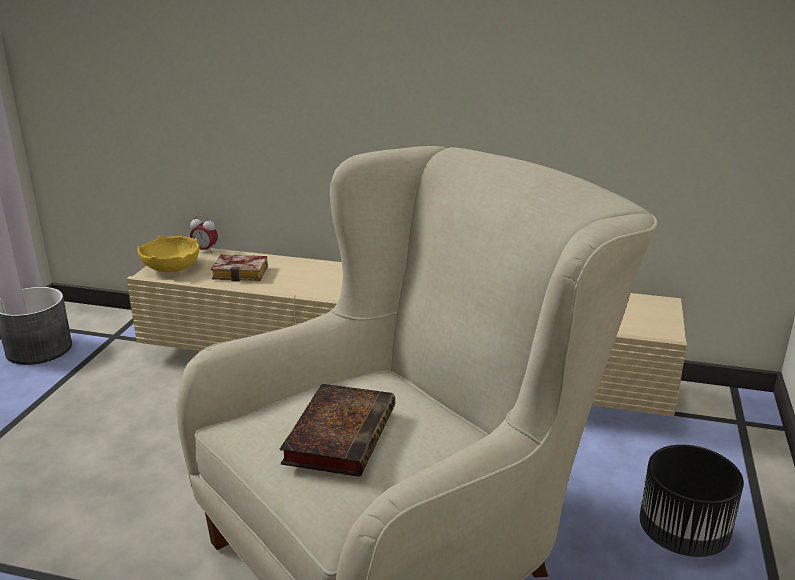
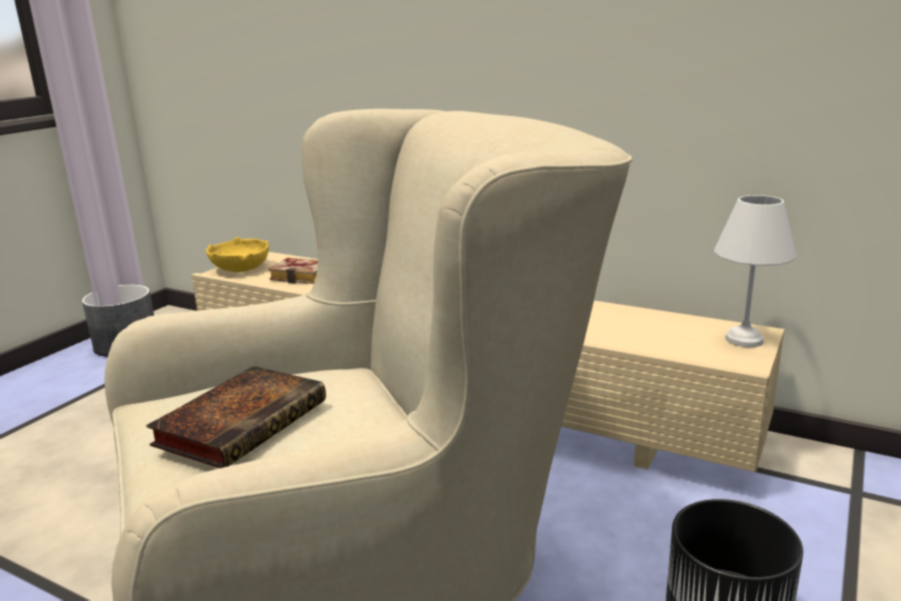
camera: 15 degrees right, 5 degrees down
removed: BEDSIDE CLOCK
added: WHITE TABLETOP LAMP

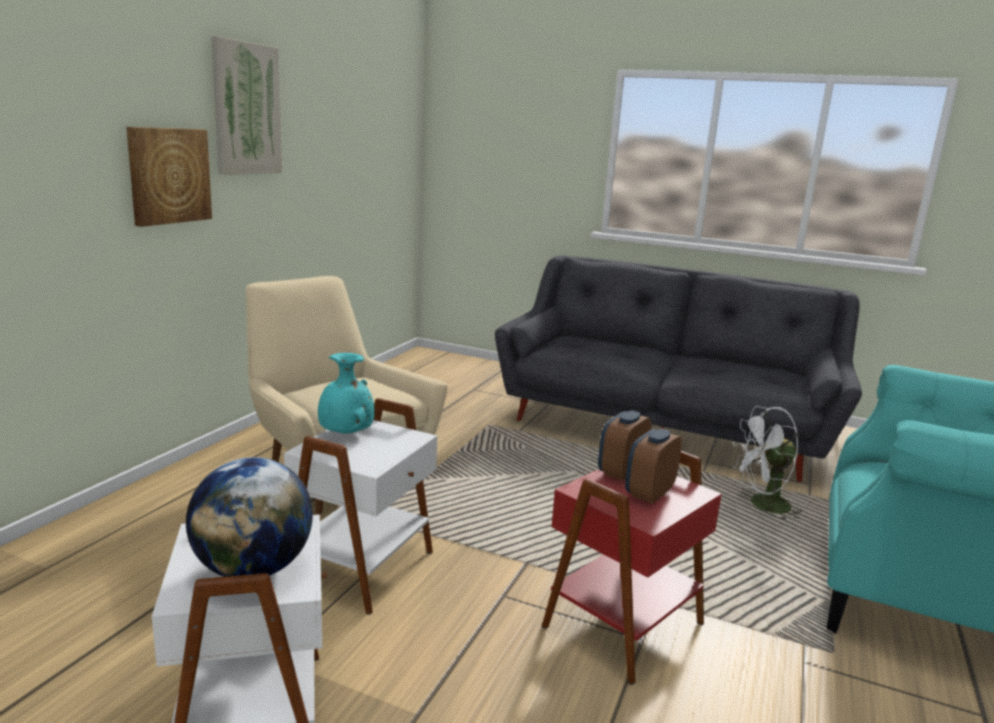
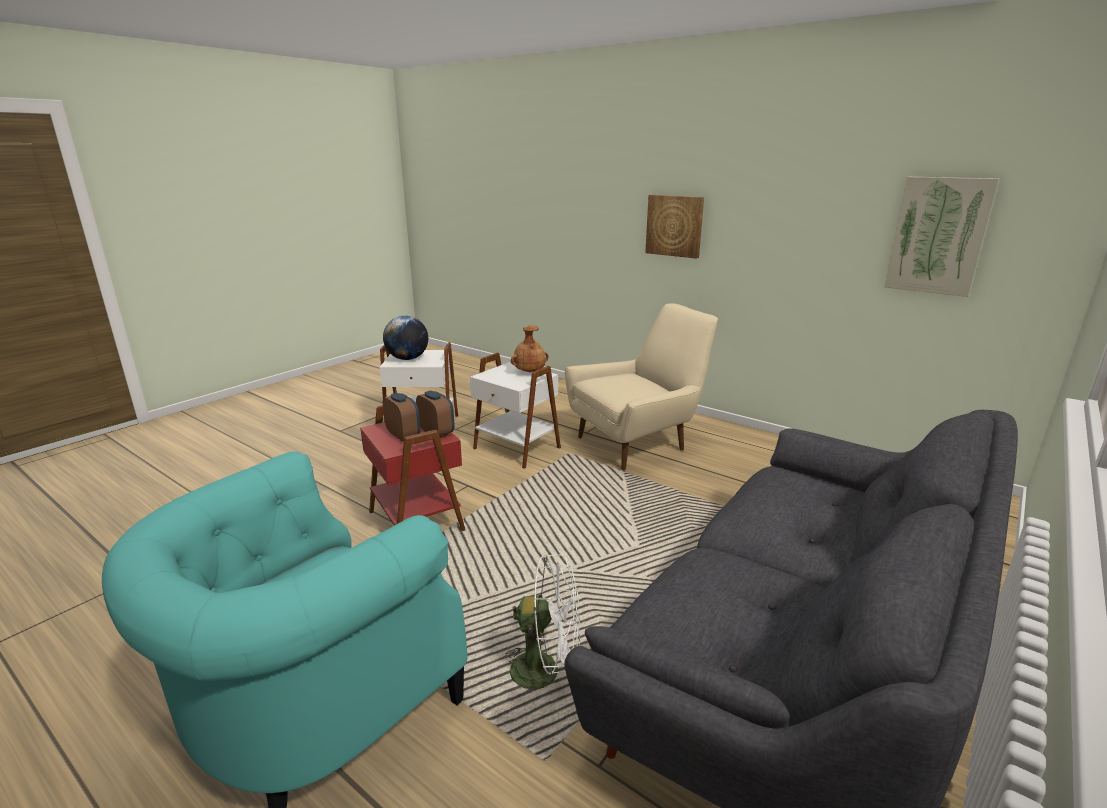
camera: 105 degrees right, 5 degrees up
moved: PICTURE (2nd from left)
recoloured: BLUE-GREEN DECORATIVE VASE to BROWN DECORATIVE VASE
turned: WHITE FAN 90 degrees clockwise

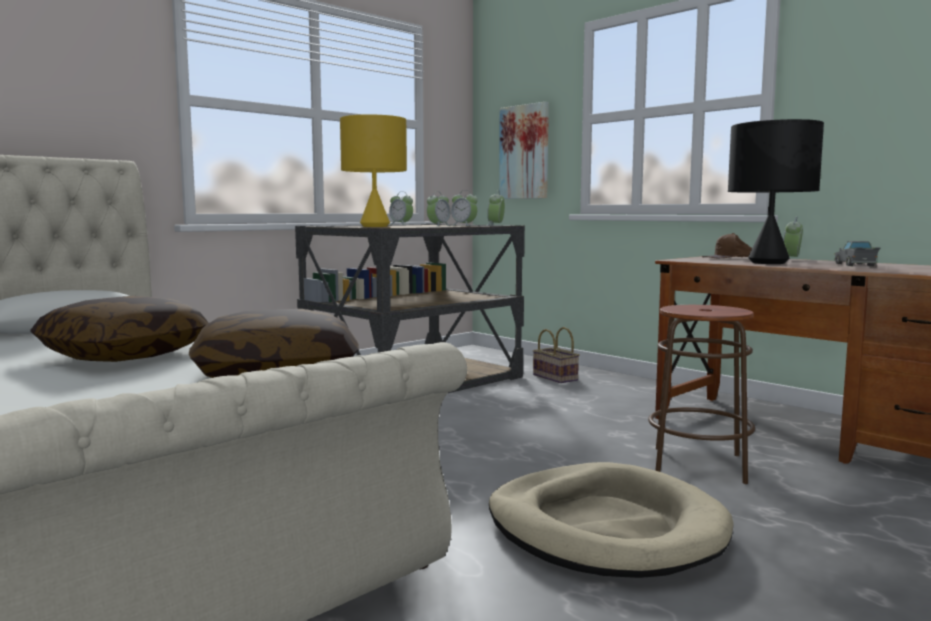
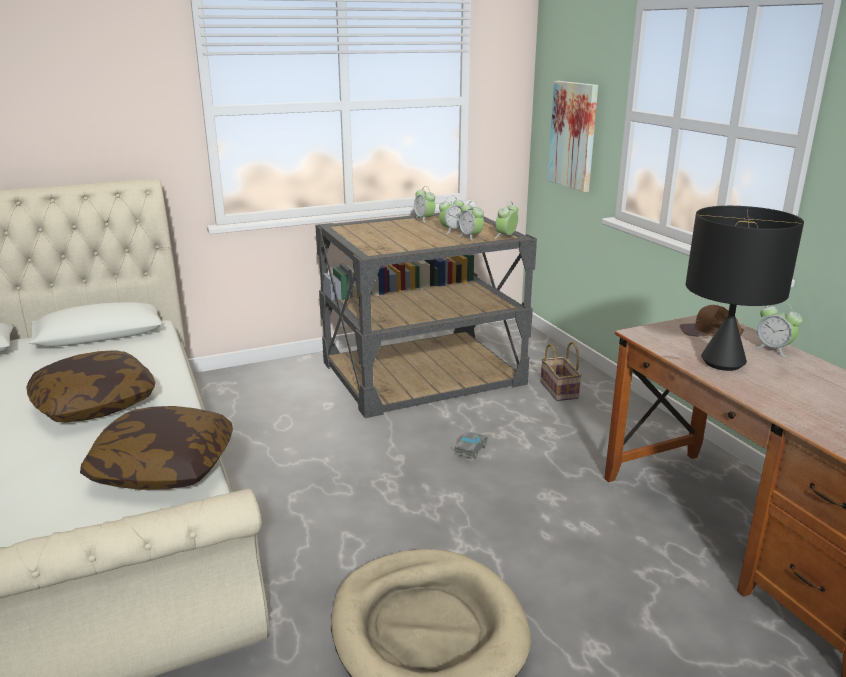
camera: 20 degrees right, 15 degrees up
removed: YELLOW-COLOURED TABLETOP LAMP; BROWN SITTING STOOL
moved: GREYISH MINIATURE CAR
turned: BEDSIDE CLOCK (5th from left) 90 degrees counterclockwise

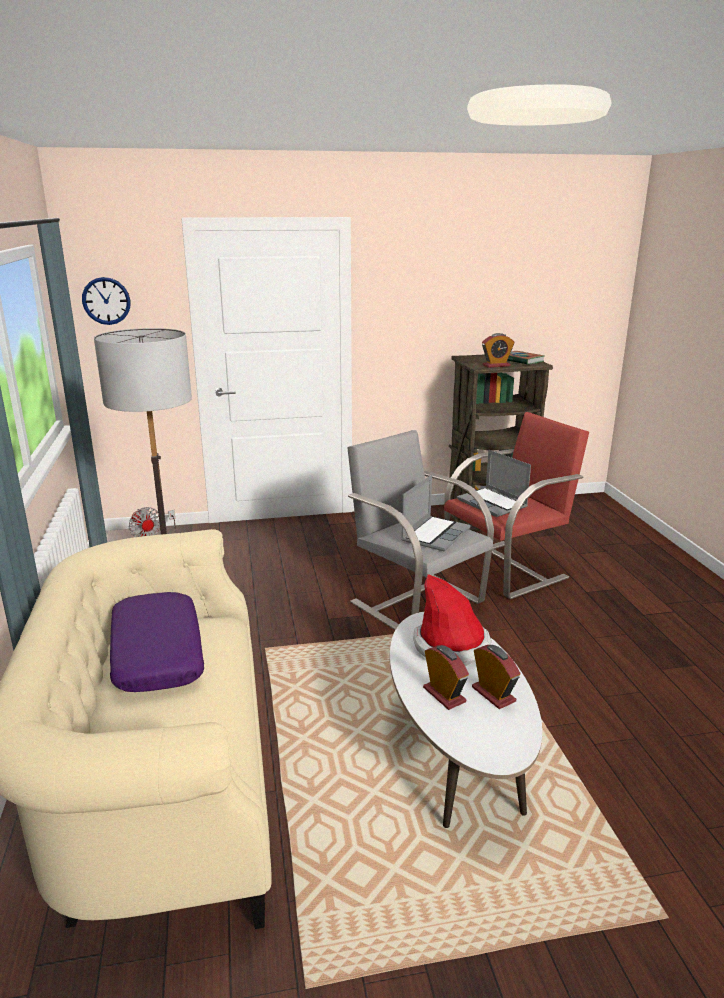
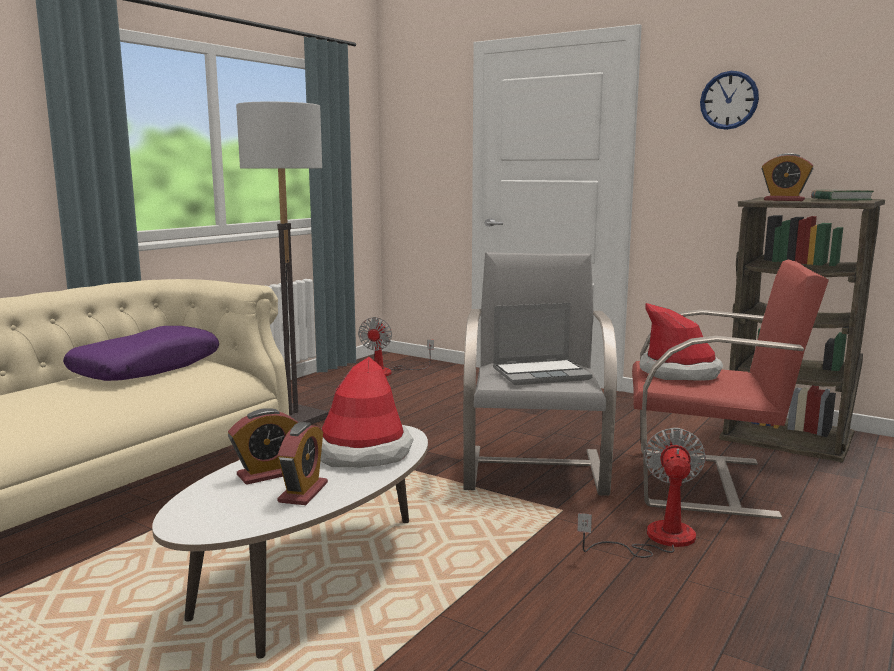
camera: 45 degrees right, 10 degrees down
added: FAN (2nd from left)
moved: CLOCK ON THE WALL
replaced: PORTABLE COMPUTER (2nd from left) to CLOTHING HAT (2nd from left)
turned: BEDSIDE CLOCK (1st from left) 45 degrees clockwise

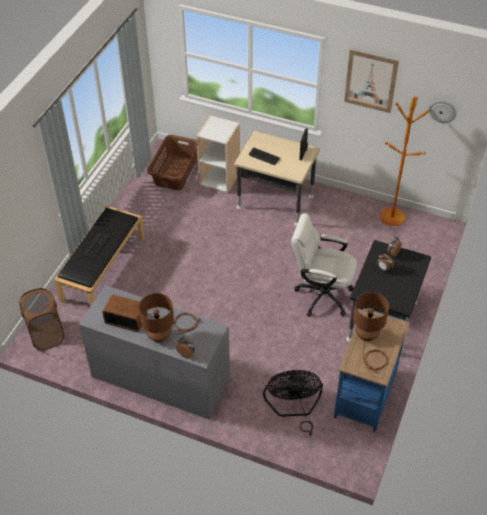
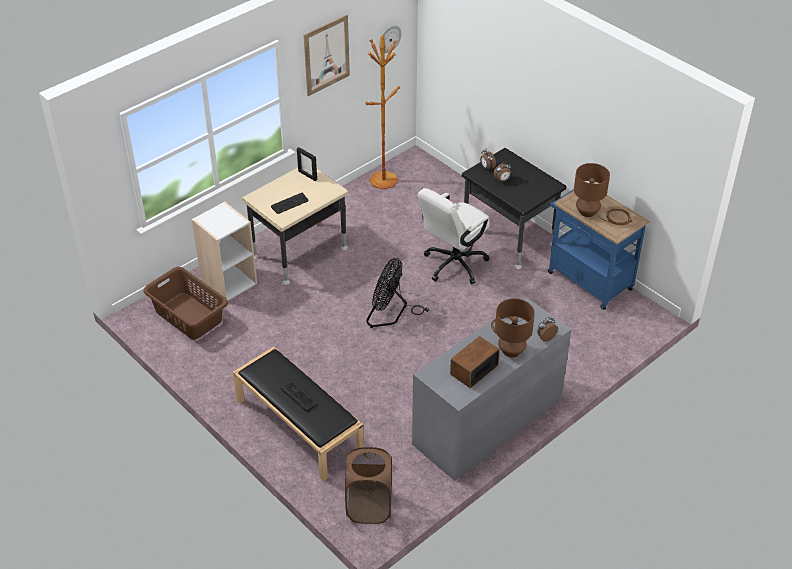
camera: 65 degrees left, 5 degrees down
moved: BLACK-COLOURED FAN

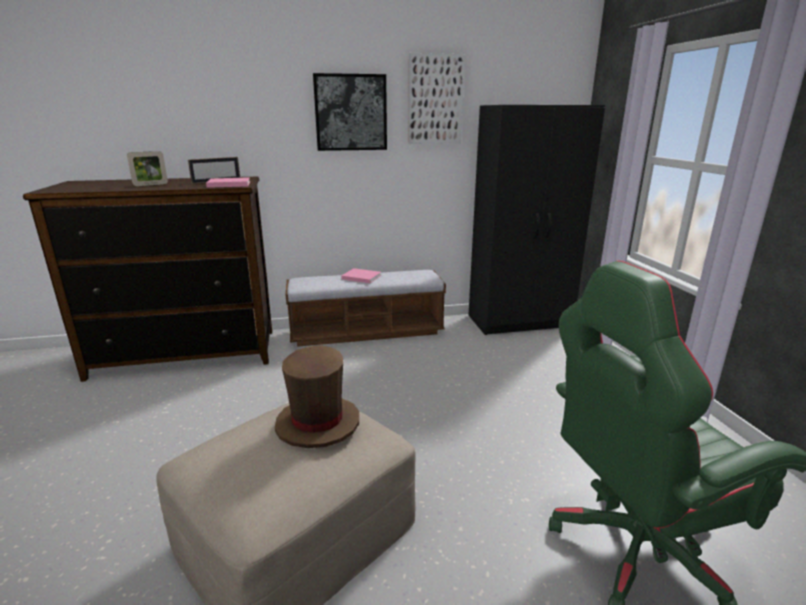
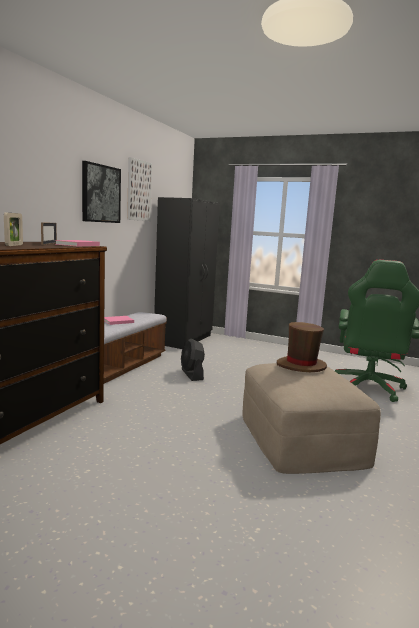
camera: 55 degrees left, 10 degrees down
added: BLACK-COLOURED FAN

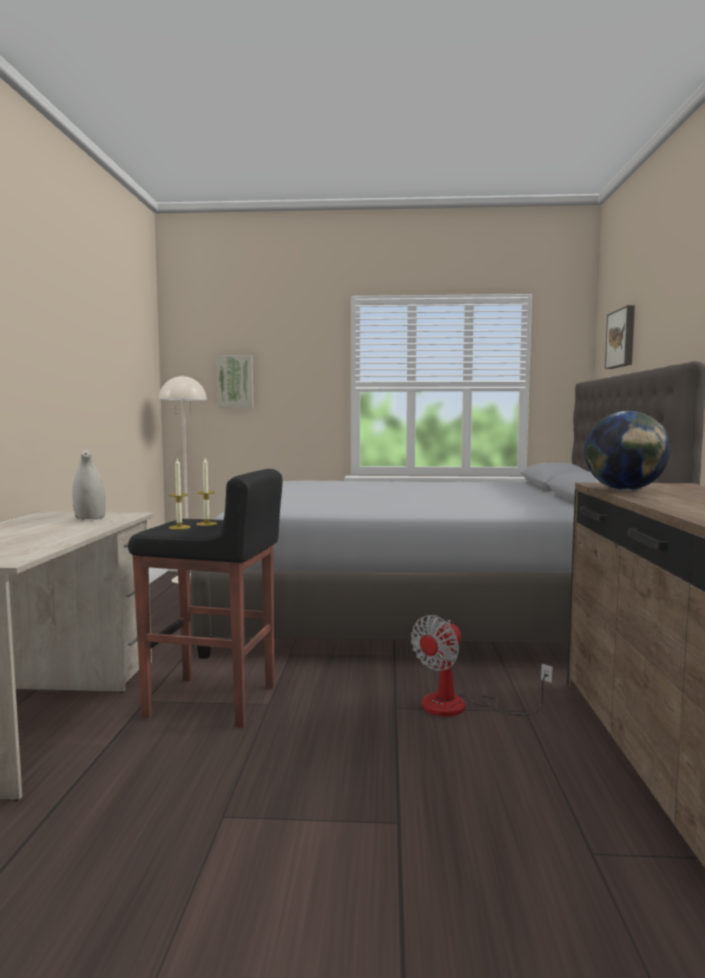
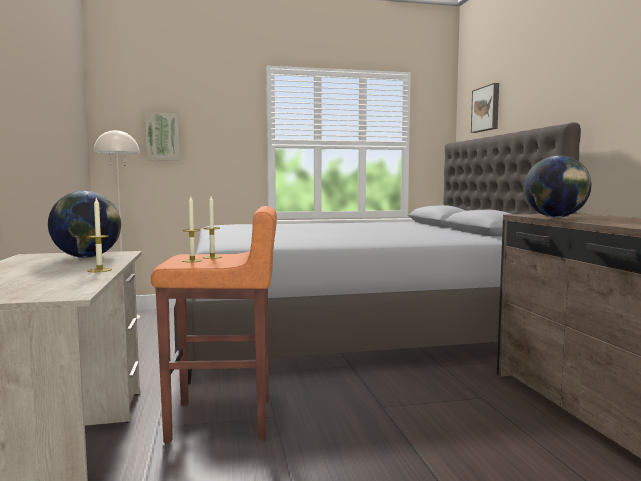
camera: 15 degrees left, 0 degrees up
removed: FAN
added: WAX LIGHT (1st from left)
replaced: WHITE DECORATIVE VASE to WORLD GLOBE (1st from left)
recoloured: BLACK-COLOURED SITTING STOOL to ORANGEY SITTING STOOL

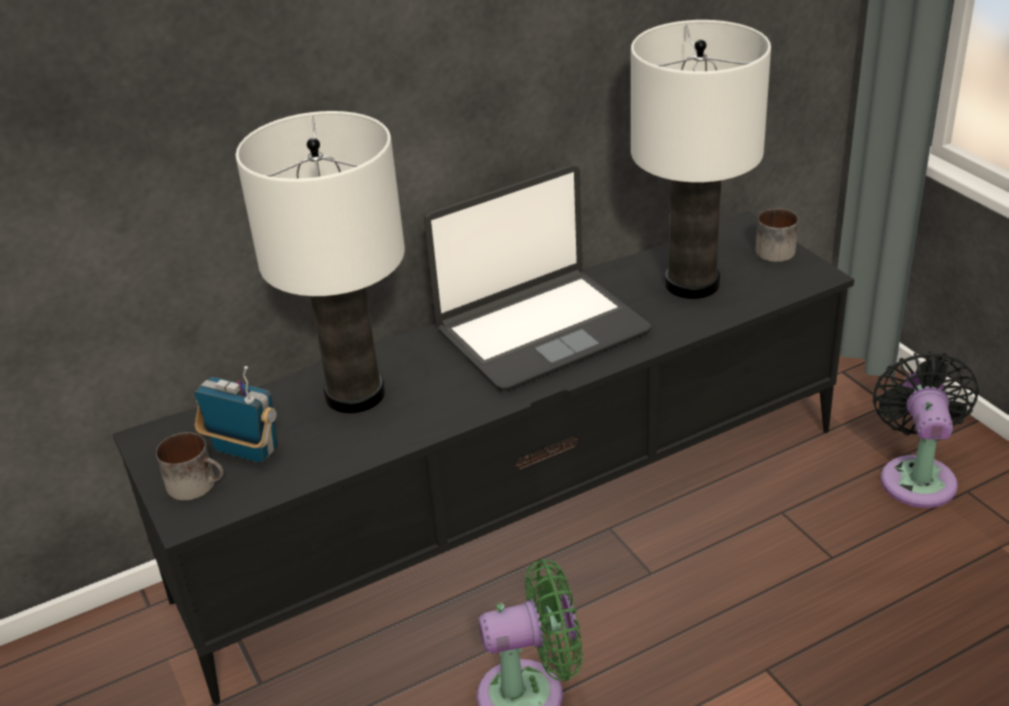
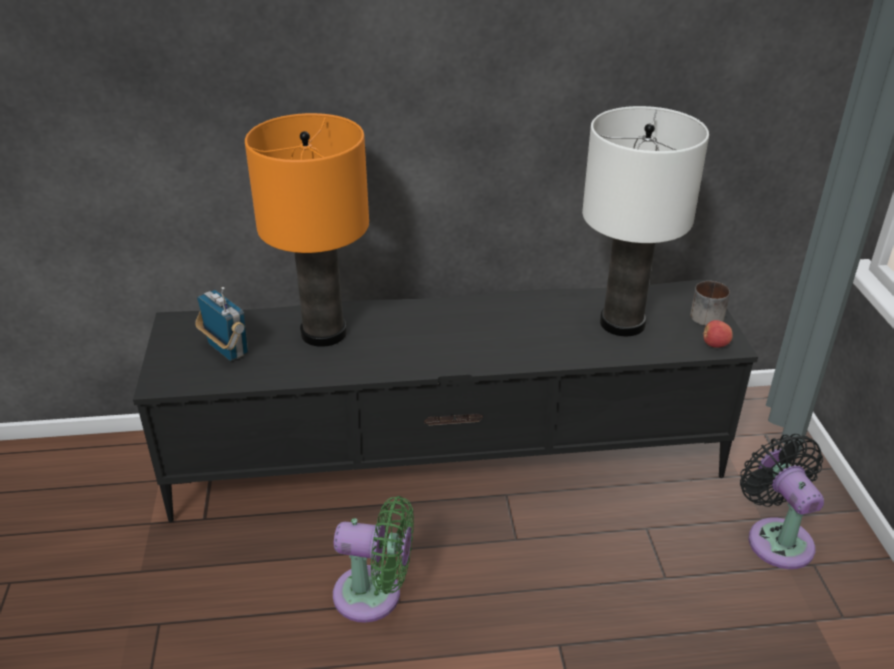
camera: 20 degrees right, 0 degrees up
removed: TEA MUG (1st from left); PORTABLE COMPUTER
added: APPLE FRUIT
recoloured: WHITE TABLETOP LAMP (1st from left) to ORANGEY TABLETOP LAMP
turned: BLACK-COLOURED FAN 45 degrees counterclockwise

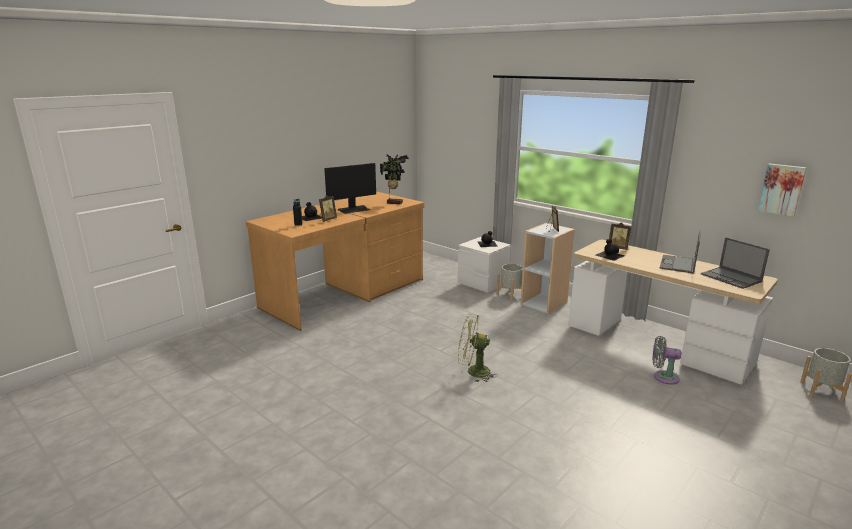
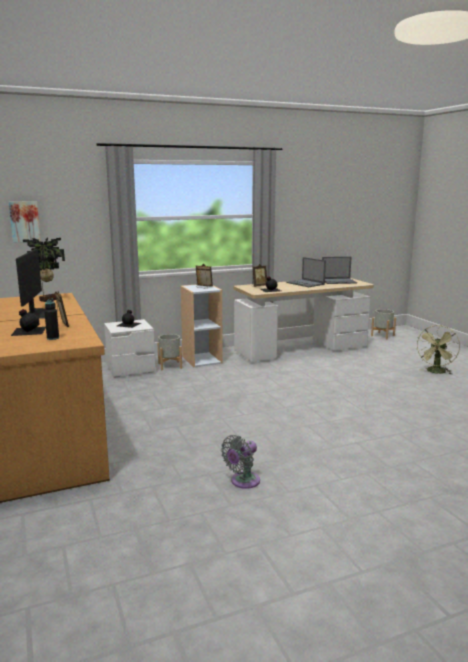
camera: 65 degrees left, 5 degrees down
moved: GREEN-COLOURED FAN; GREYISH FAN; PICTURE

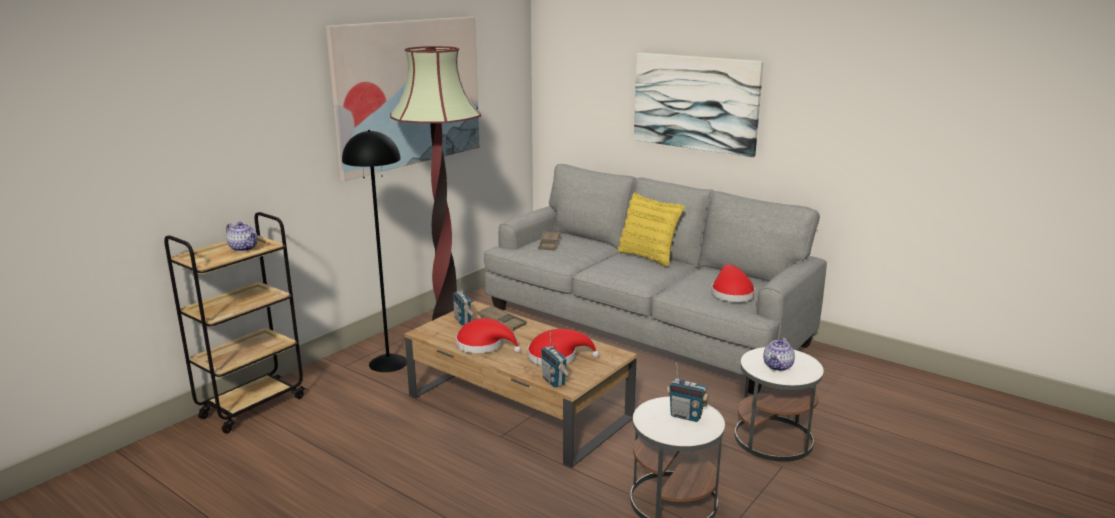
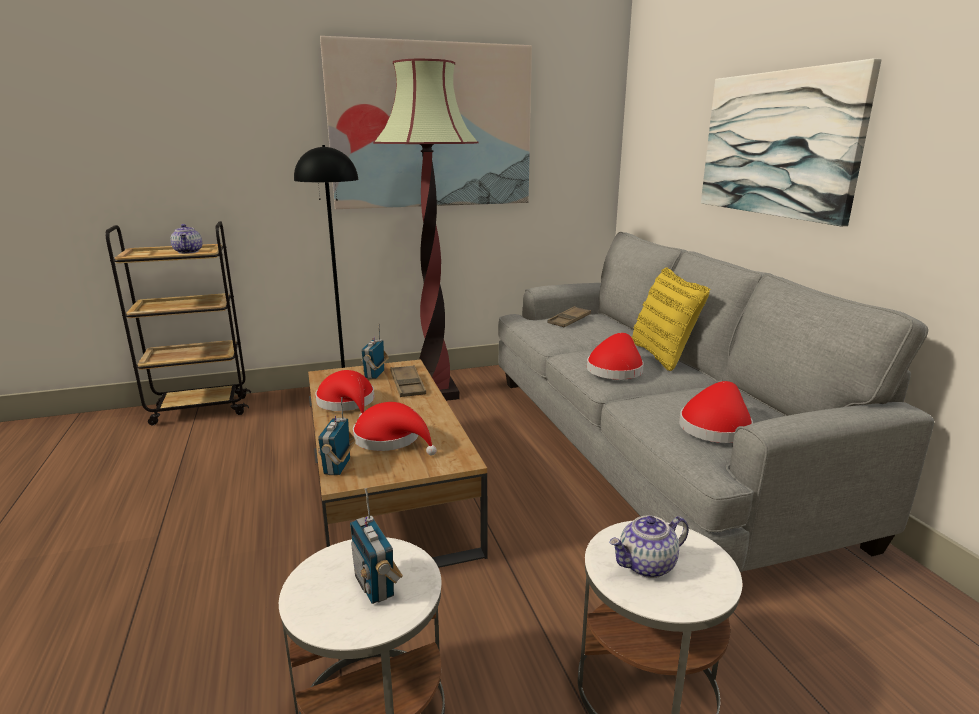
camera: 35 degrees right, 0 degrees up
added: RED CLOTHING HAT (3rd from left)

